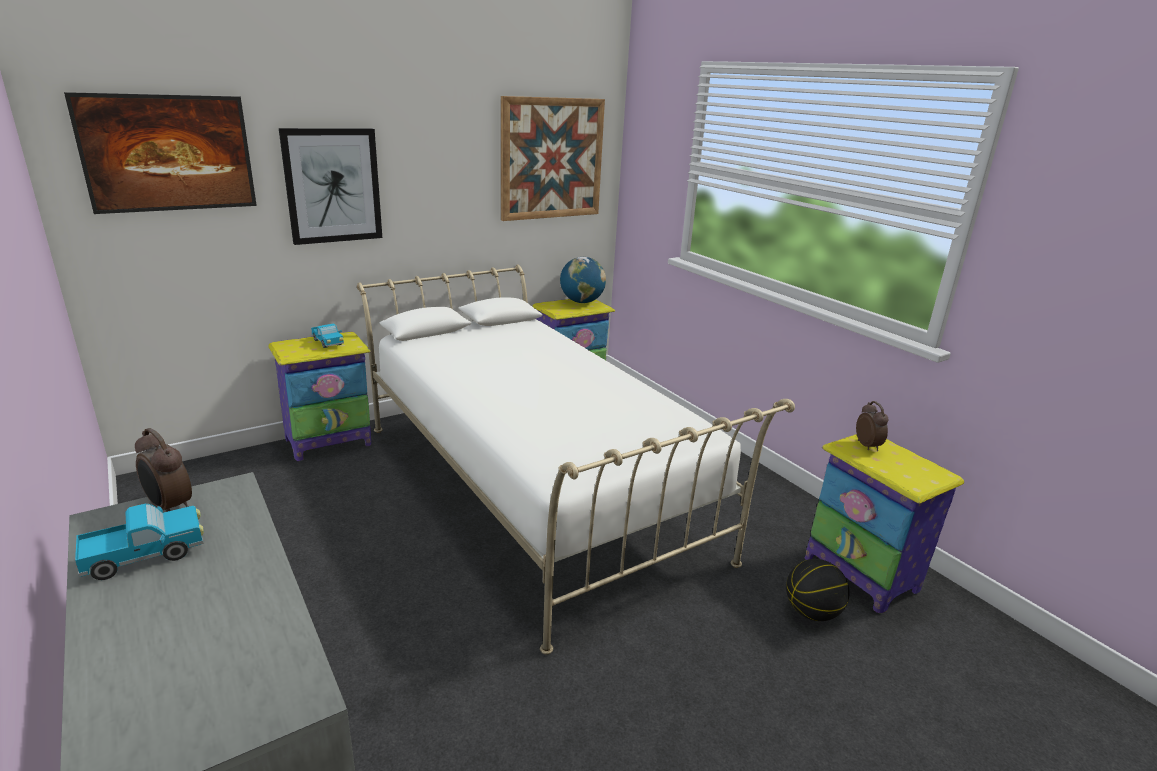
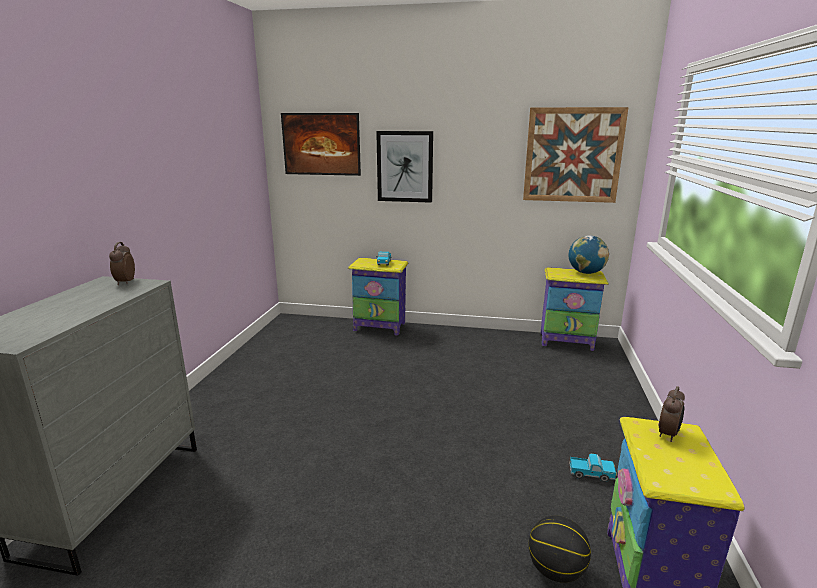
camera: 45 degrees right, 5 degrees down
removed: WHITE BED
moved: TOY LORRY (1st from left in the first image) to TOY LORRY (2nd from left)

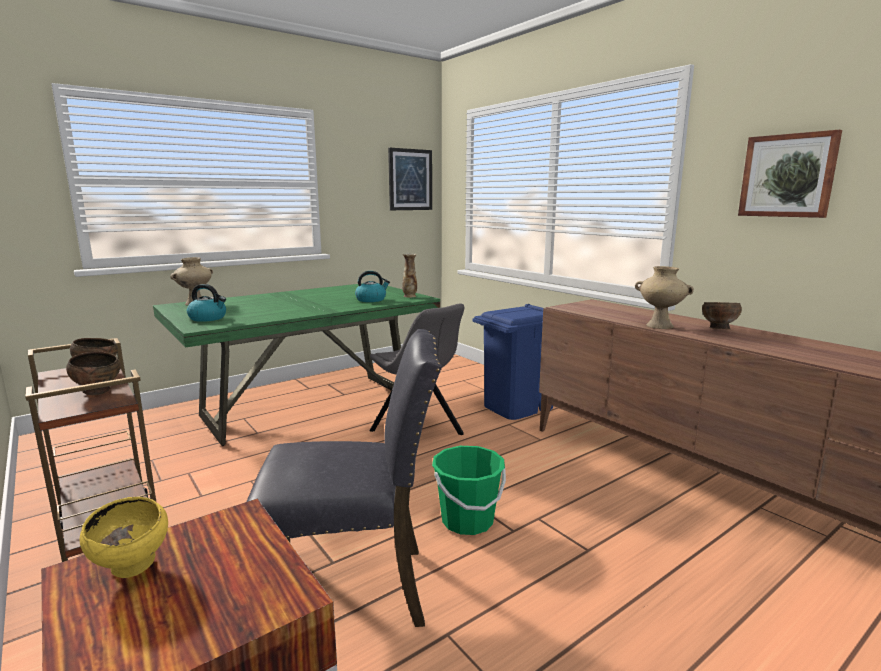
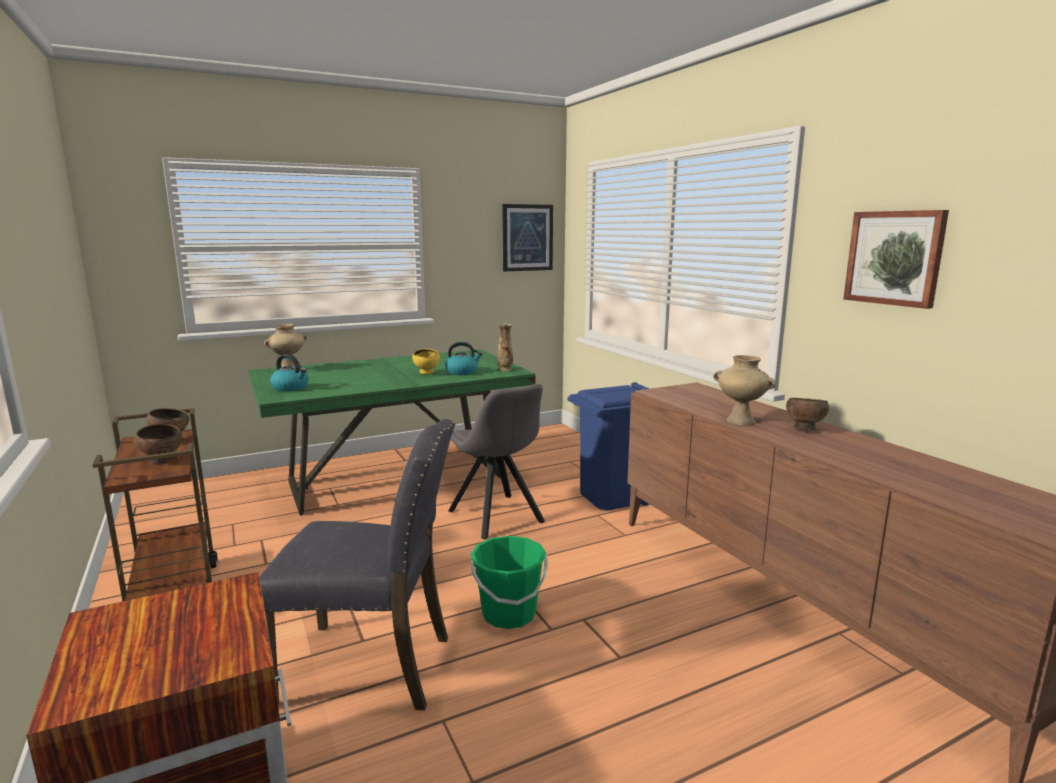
camera: 10 degrees right, 0 degrees up
moved: YELLOW-COLOURED SERVING BOWL

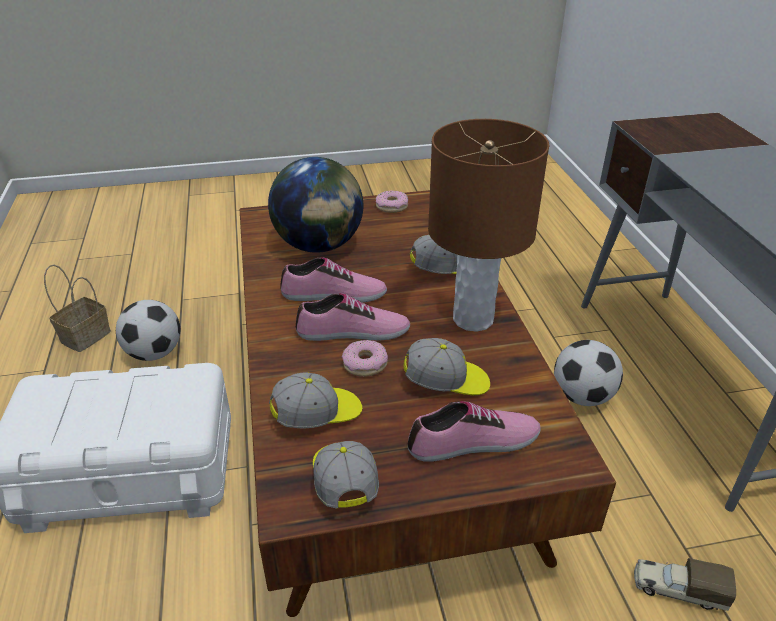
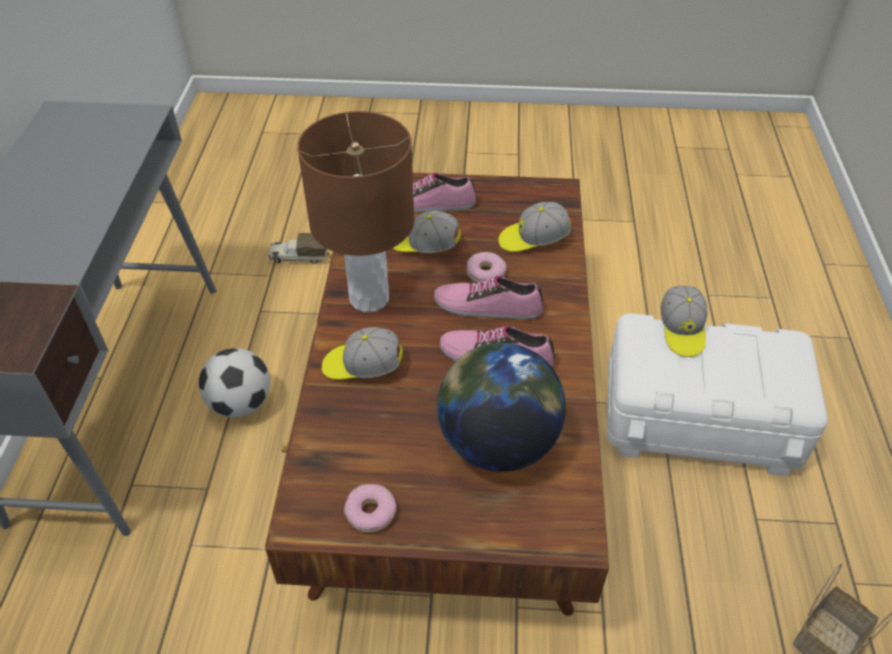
camera: 165 degrees left, 10 degrees up
removed: FOOTBALL BALL (1st from left)
moved: BASEBALL CAP (2nd from left in the first image) to BASEBALL CAP (4th from left)
turned: TOY LORRY 150 degrees clockwise

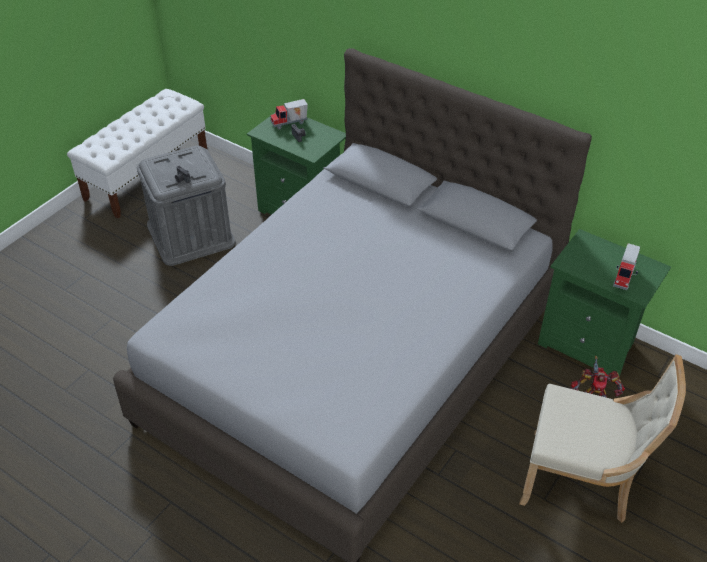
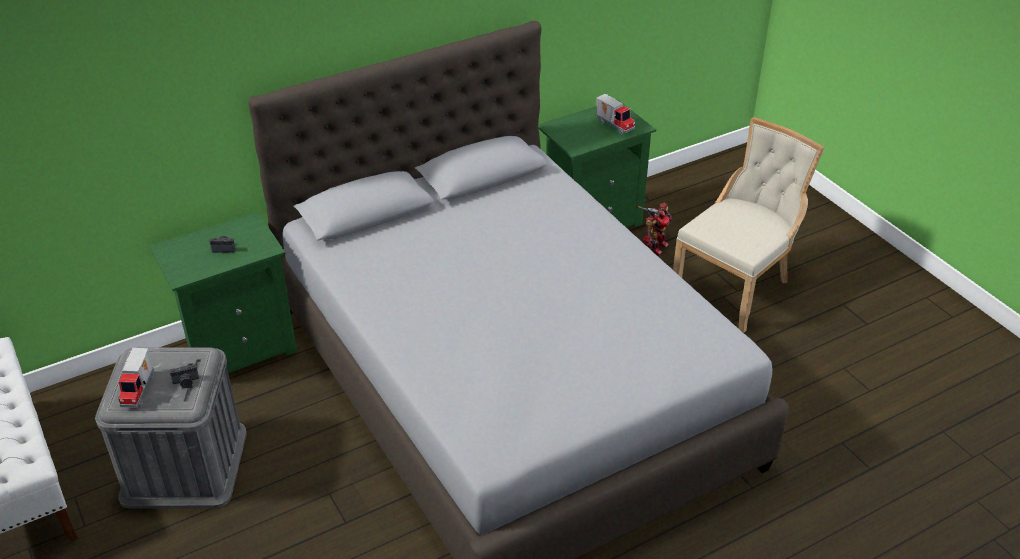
camera: 65 degrees left, 5 degrees down
moved: TOY LORRY (1st from left)

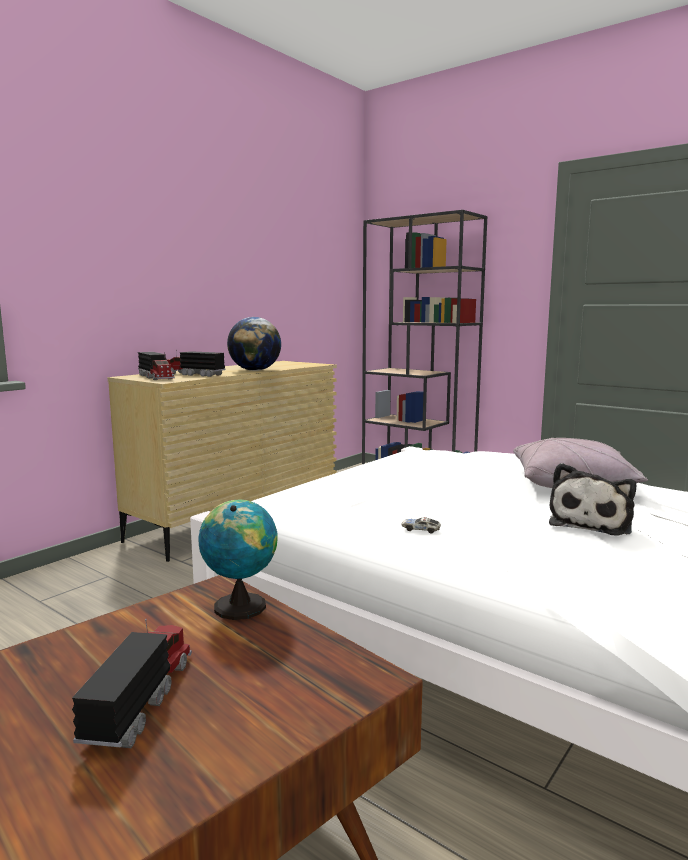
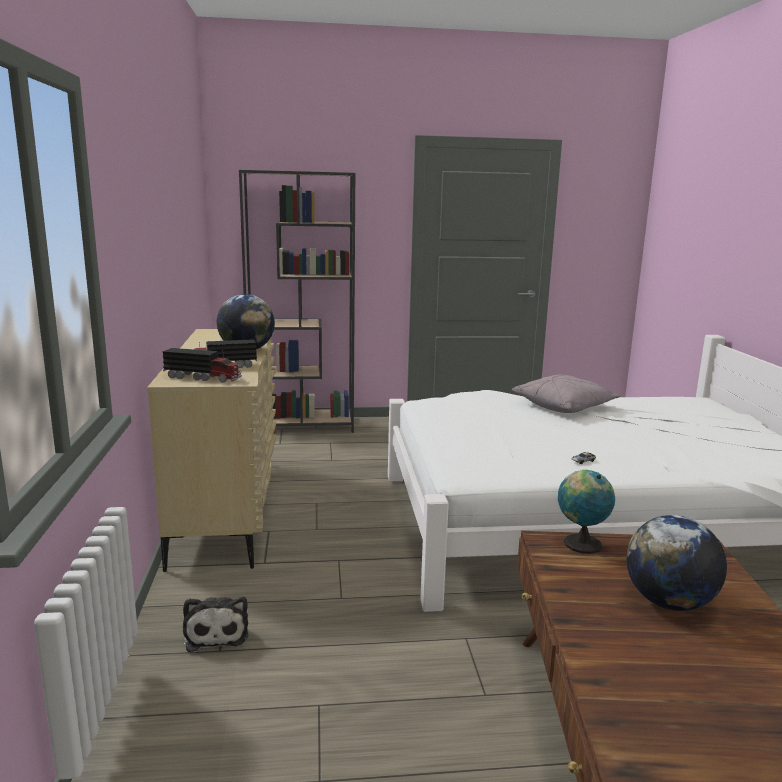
camera: 45 degrees left, 5 degrees up
moved: CUDDLY TOY
replaced: TOY LORRY (1st from left) to WORLD GLOBE (3rd from left)

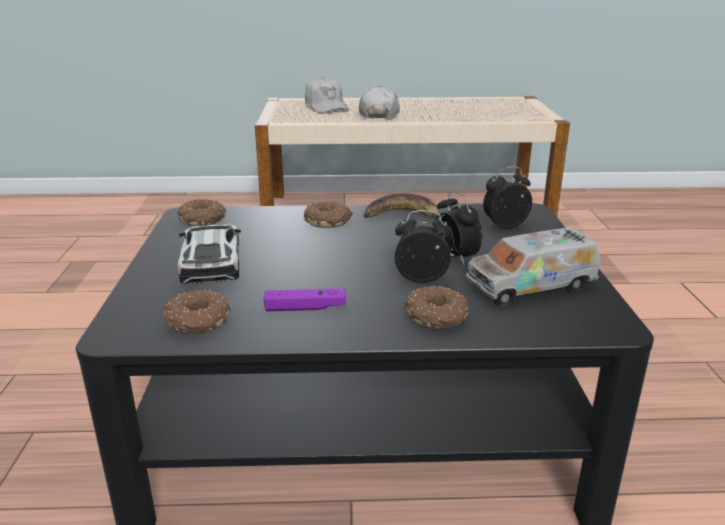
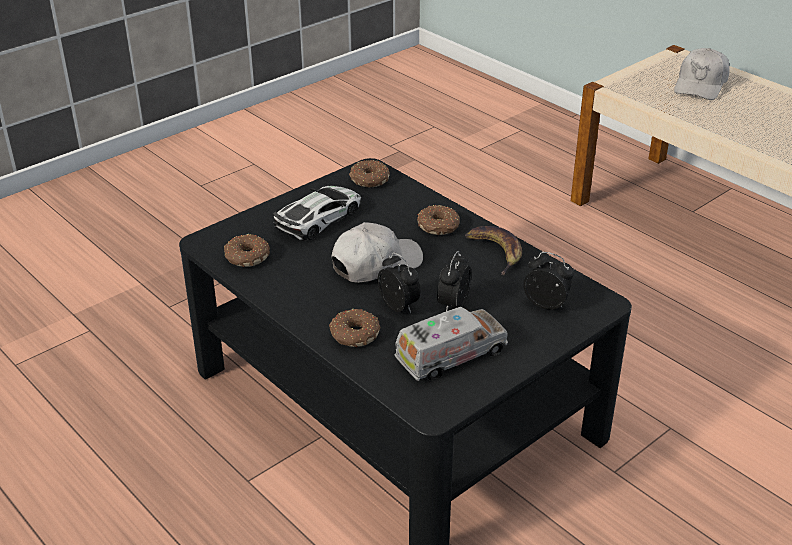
camera: 50 degrees right, 10 degrees up
removed: PURPLE GAMEPAD
moved: WHITE BASEBALL CAP (2nd from left in the first image) to WHITE BASEBALL CAP (1st from left)
turned: TOY LORRY 120 degrees clockwise

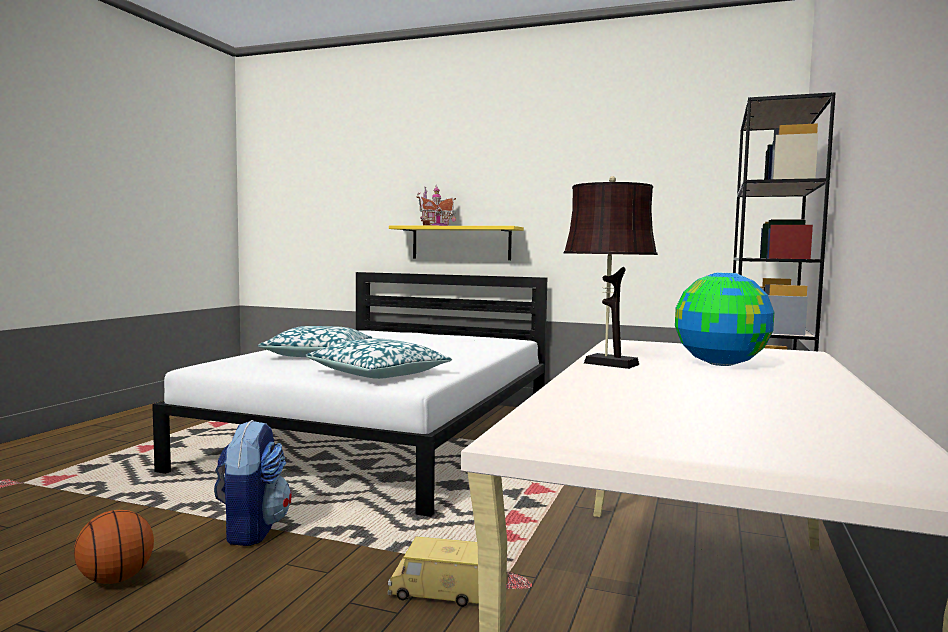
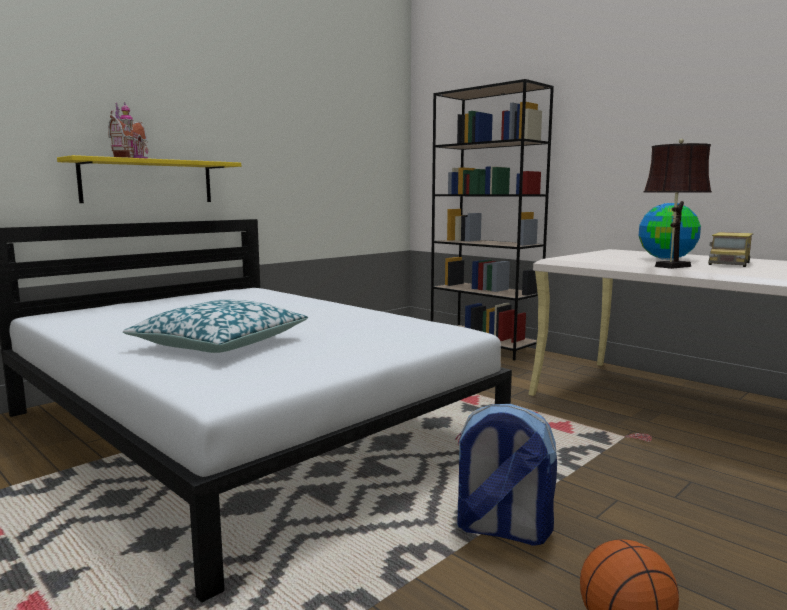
camera: 65 degrees left, 5 degrees up
removed: PILLOW (2nd from left)
moved: TOY LORRY

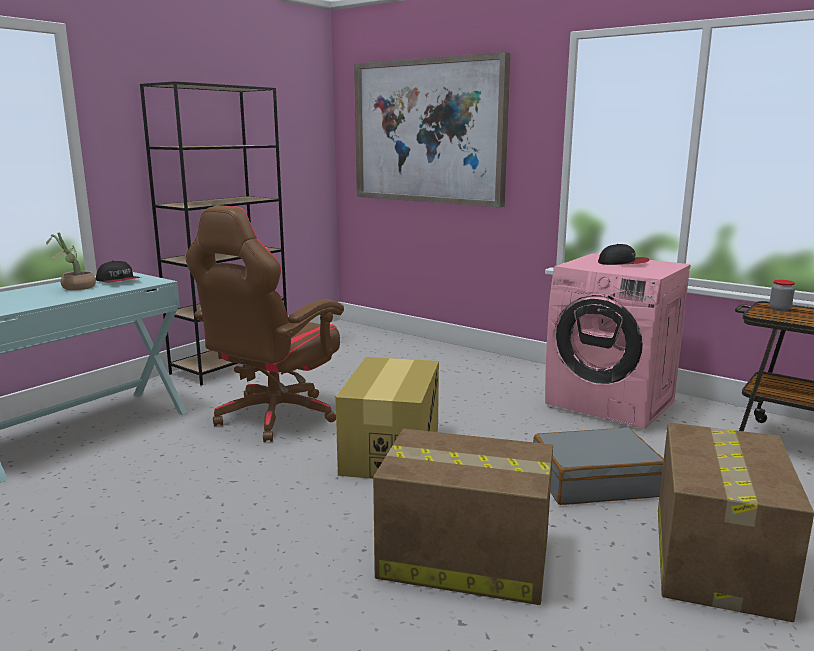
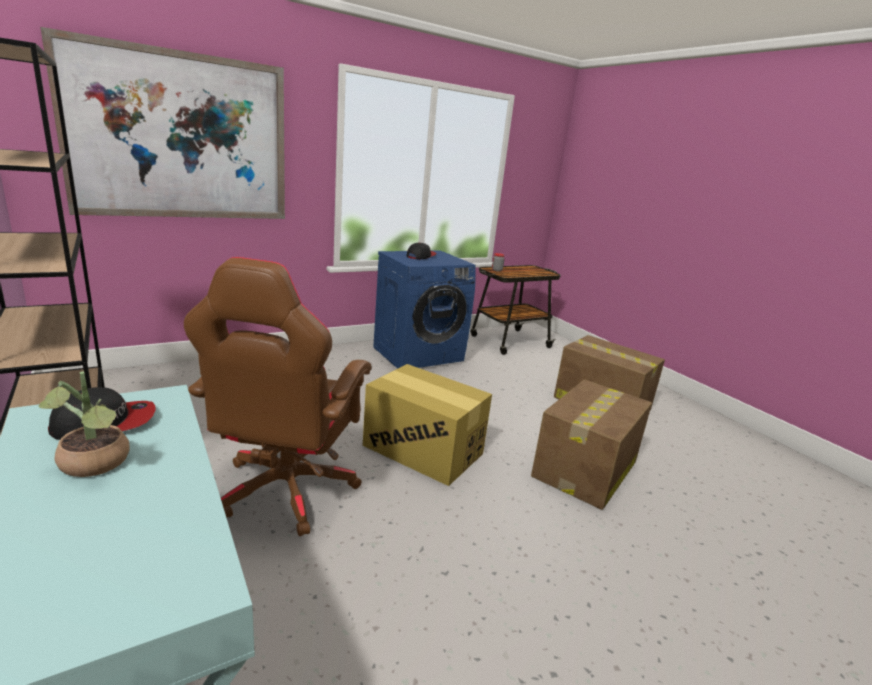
camera: 70 degrees left, 5 degrees up
removed: GREYISH PIECE OF LUGGAGE
recoloured: PINK-COLOURED LAUNDRY MACHINE to BLUISH LAUNDRY MACHINE
turned: BROWN OFFICE CHAIR 45 degrees clockwise

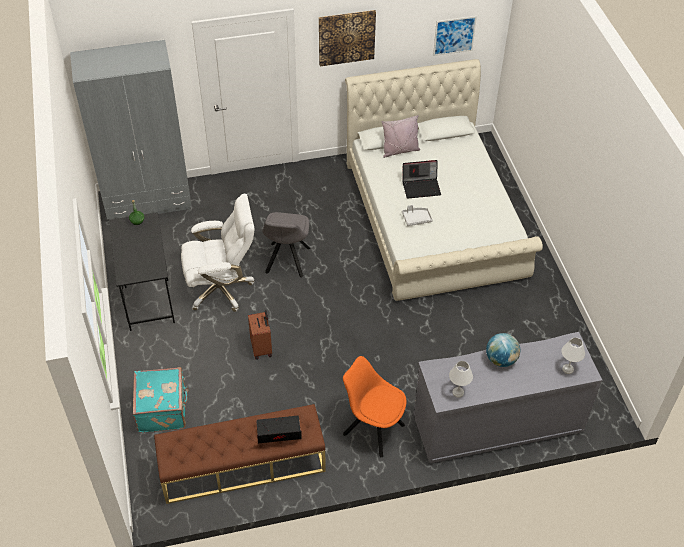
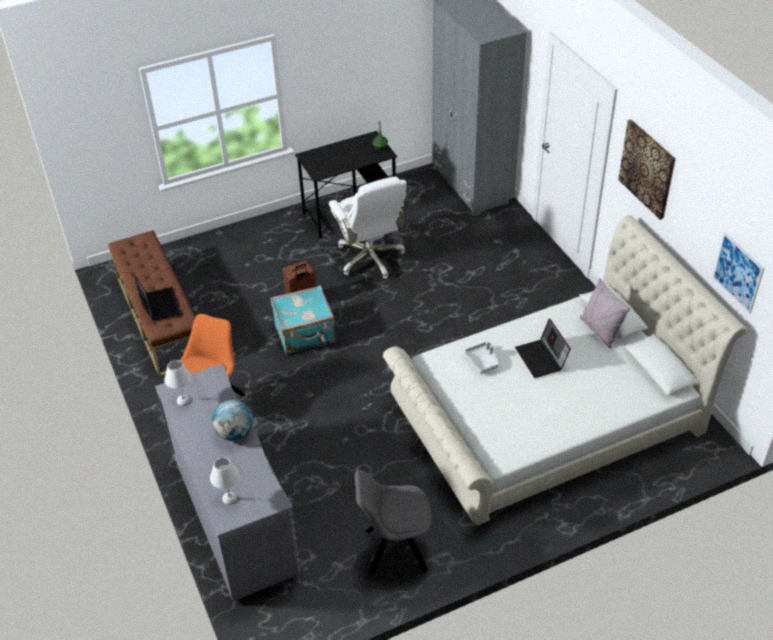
camera: 80 degrees right, 5 degrees down
moved: BLUE-GREEN PIECE OF LUGGAGE; GREYISH UPRIGHT CHAIR

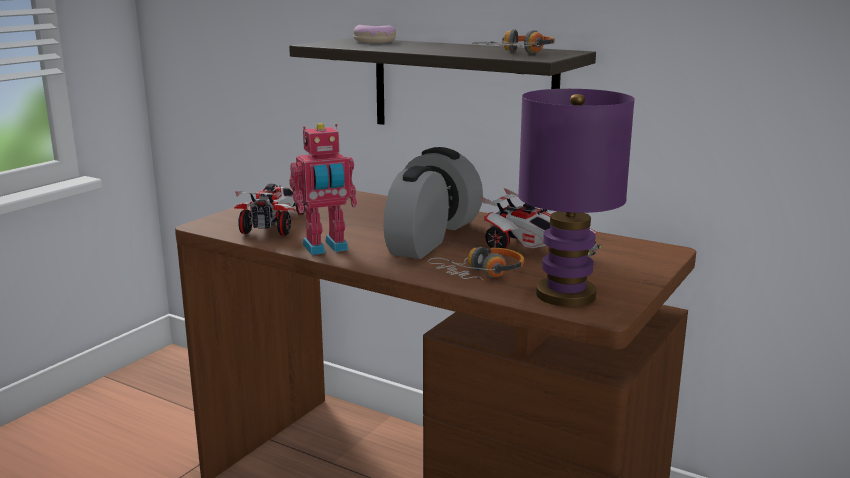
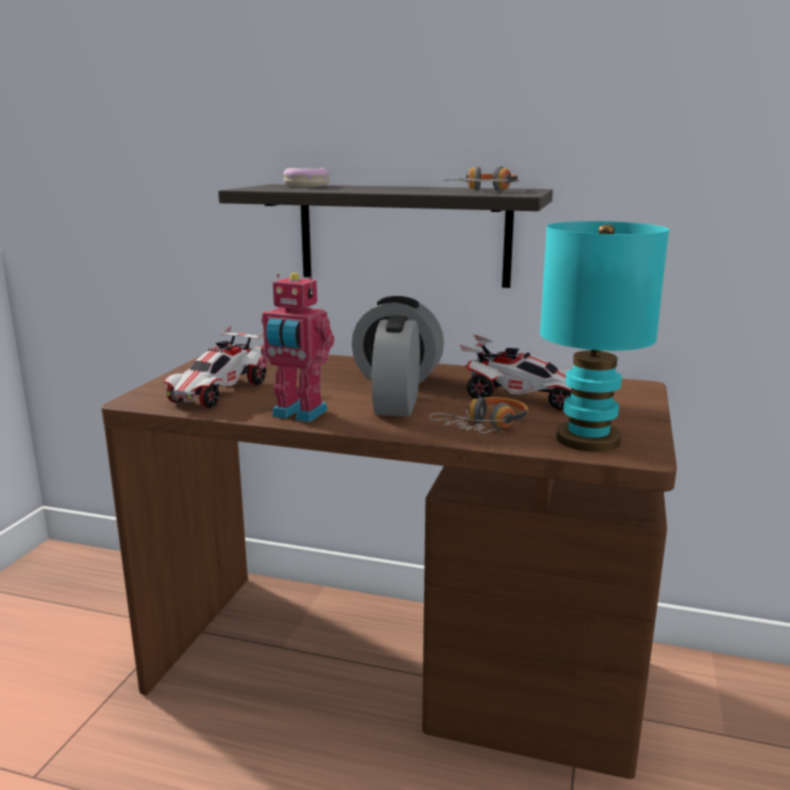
camera: 15 degrees left, 0 degrees up
recoloured: PURPLE TABLETOP LAMP to BLUE-GREEN TABLETOP LAMP
turned: MINIATURE CAR (1st from left) 150 degrees counterclockwise; MODEL ROBOT 60 degrees clockwise

